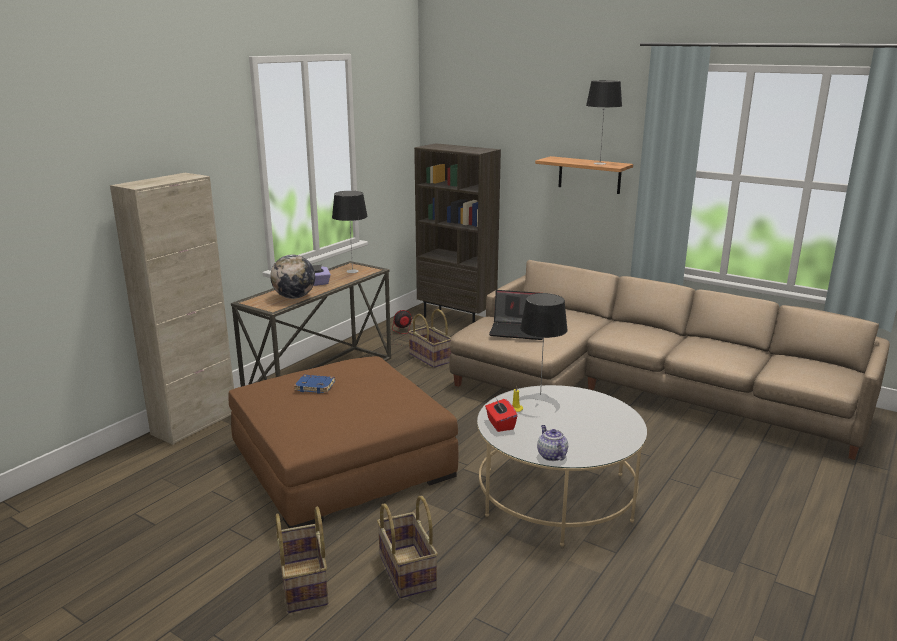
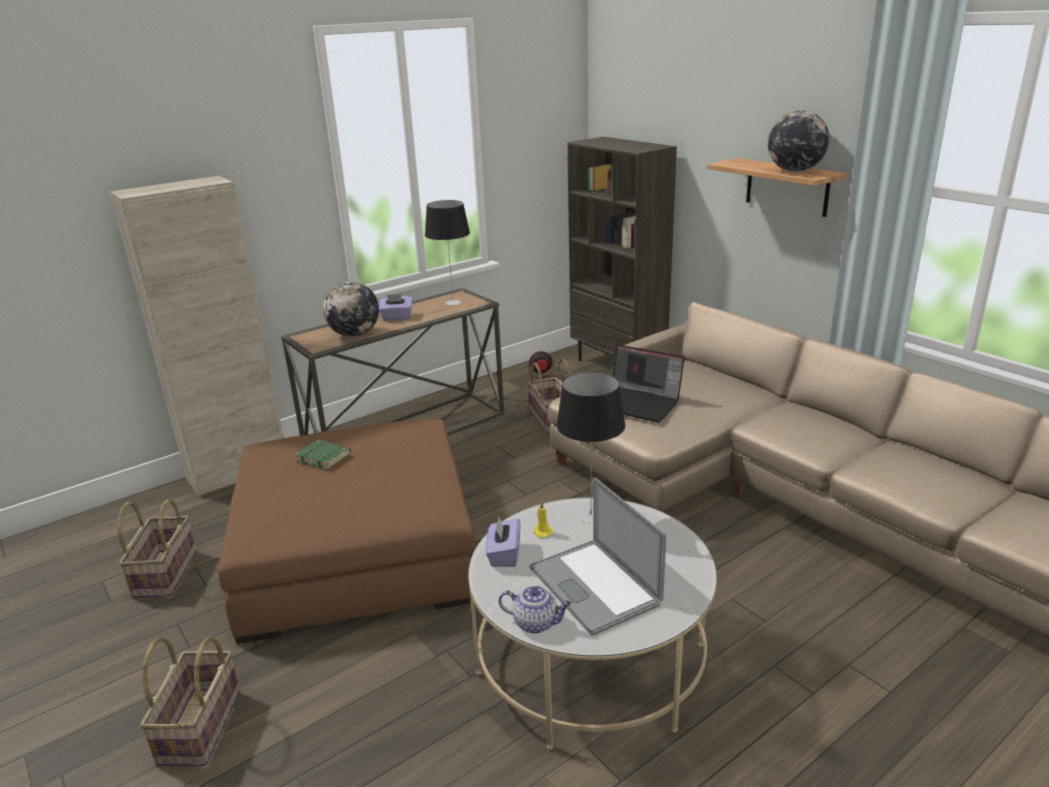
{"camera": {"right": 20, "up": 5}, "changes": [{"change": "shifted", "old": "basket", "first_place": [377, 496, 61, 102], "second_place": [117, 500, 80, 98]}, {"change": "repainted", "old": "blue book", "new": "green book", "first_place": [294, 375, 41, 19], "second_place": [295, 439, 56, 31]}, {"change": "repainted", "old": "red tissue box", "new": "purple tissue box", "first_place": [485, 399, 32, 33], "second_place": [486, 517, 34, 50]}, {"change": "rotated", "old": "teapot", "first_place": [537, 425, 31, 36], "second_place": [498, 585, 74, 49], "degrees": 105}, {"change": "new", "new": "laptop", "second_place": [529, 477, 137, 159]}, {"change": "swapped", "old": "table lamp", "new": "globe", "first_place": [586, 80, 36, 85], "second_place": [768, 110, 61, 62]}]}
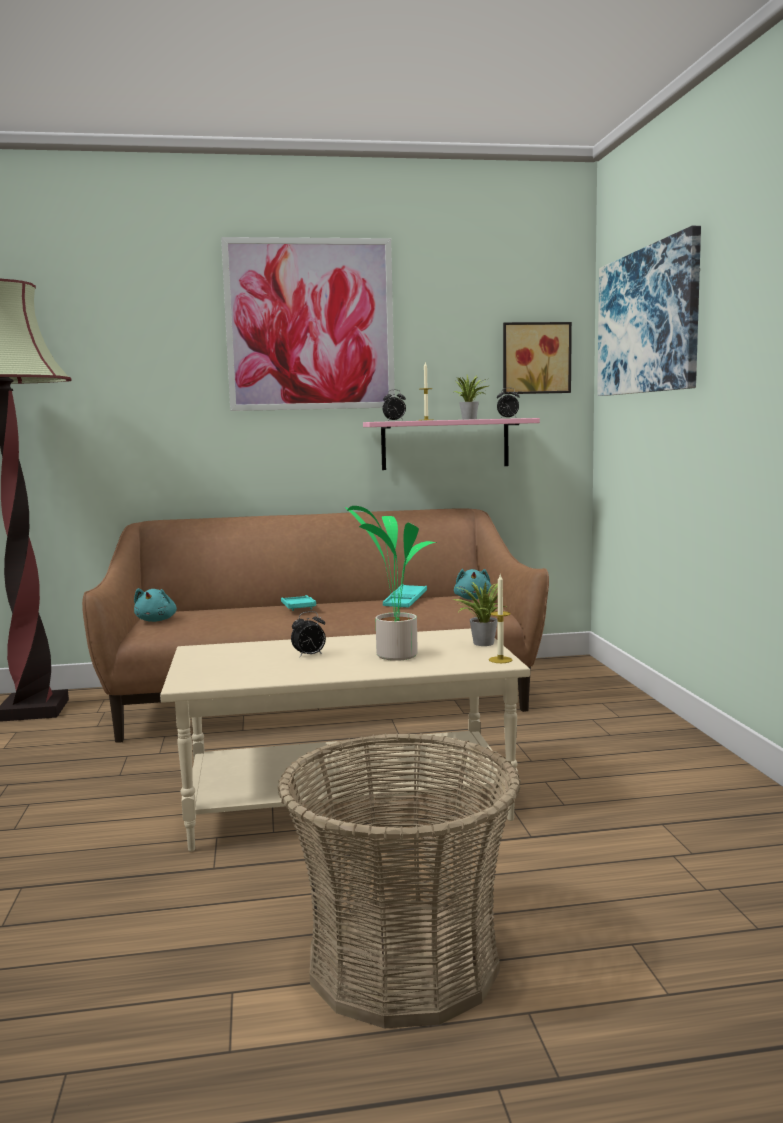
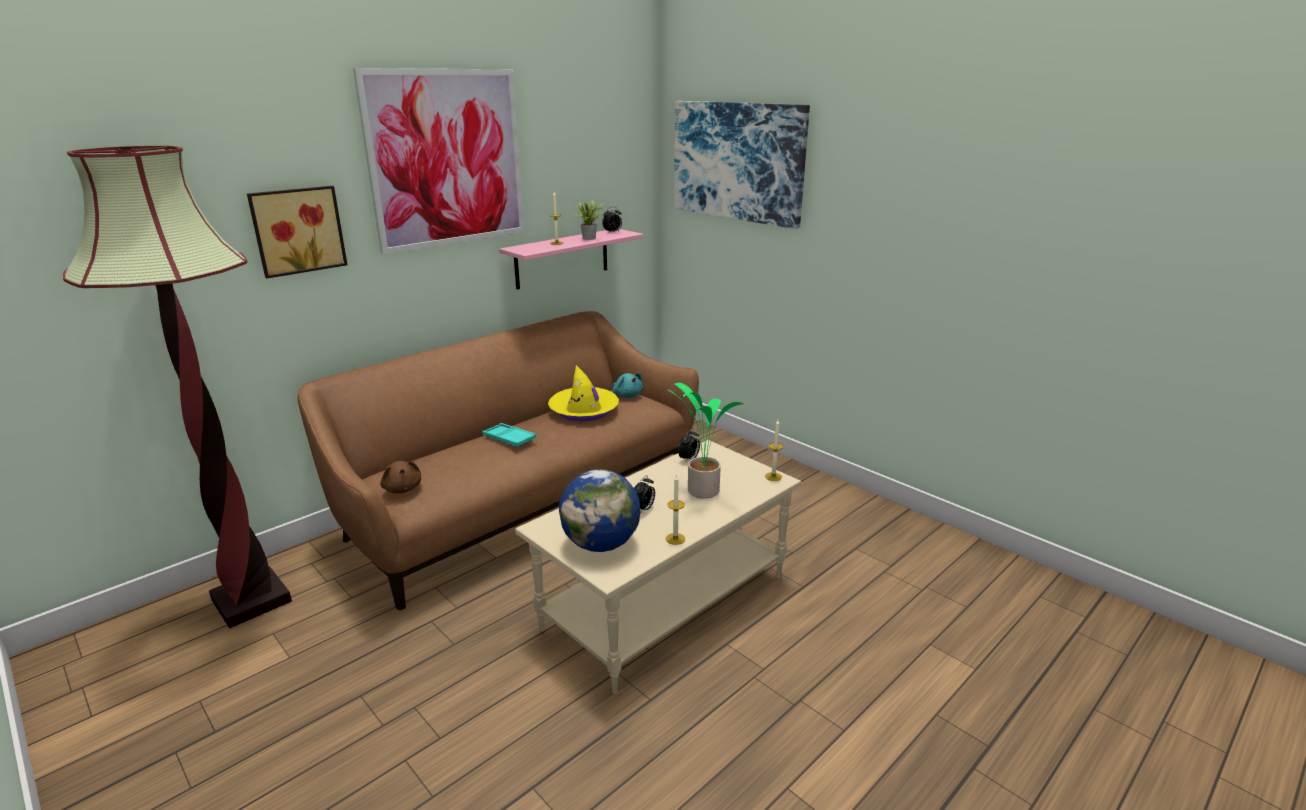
{"camera": {"right": -35, "up": 15}, "changes": [{"change": "shifted", "old": "picture", "first_place": [503, 322, 69, 72], "second_place": [247, 186, 100, 92]}, {"change": "repainted", "old": "turquoise plush toy", "new": "brown plush toy", "first_place": [134, 588, 43, 34], "second_place": [380, 461, 41, 32]}, {"change": "swapped", "old": "turquoise tray", "new": "yellow hat", "first_place": [383, 584, 44, 24], "second_place": [548, 365, 71, 57]}, {"change": "new", "new": "globe", "second_place": [559, 469, 81, 83]}, {"change": "new", "new": "candle", "second_place": [666, 474, 19, 71]}, {"change": "shifted", "old": "alarm clock", "first_place": [383, 390, 23, 31], "second_place": [678, 429, 22, 33]}, {"change": "gone", "old": "basket", "first_place": [278, 733, 243, 296]}, {"change": "gone", "old": "potted plant", "first_place": [453, 582, 53, 64]}]}
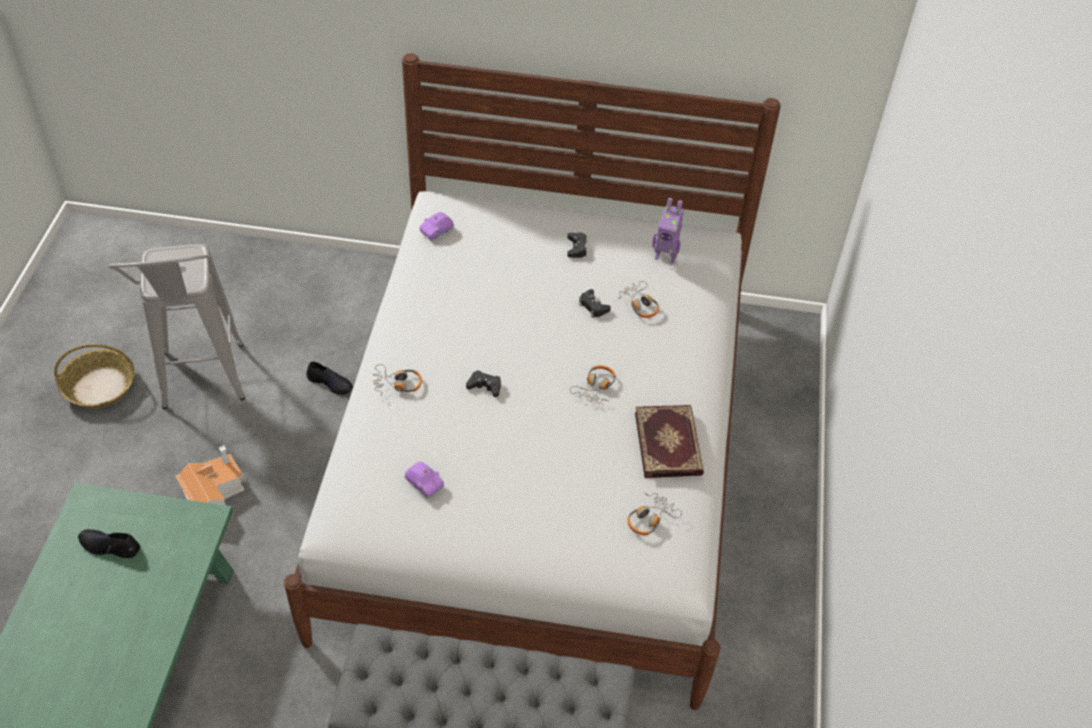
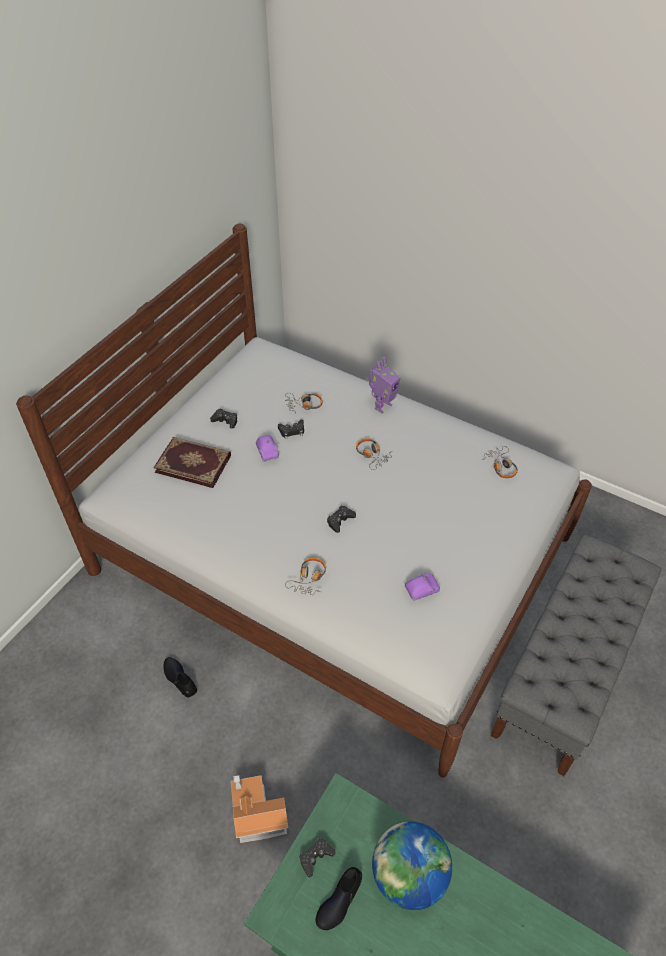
{"camera": {"right": -65, "up": 0}, "changes": [{"change": "shifted", "old": "book", "first_place": [635, 405, 69, 73], "second_place": [154, 437, 77, 51]}, {"change": "rotated", "old": "black shoe", "first_place": [307, 362, 46, 33], "second_place": [163, 657, 34, 40], "degrees": -90}, {"change": "shifted", "old": "purple toy car", "first_place": [419, 212, 35, 29], "second_place": [256, 435, 23, 27]}, {"change": "new", "new": "black game controller", "second_place": [299, 838, 37, 39]}, {"change": "shifted", "old": "toy robot", "first_place": [652, 198, 32, 66], "second_place": [369, 357, 32, 56]}, {"change": "new", "new": "globe", "second_place": [372, 821, 80, 89]}, {"change": "gone", "old": "basket", "first_place": [54, 344, 81, 65]}, {"change": "gone", "old": "grey stool", "first_place": [109, 244, 136, 165]}]}
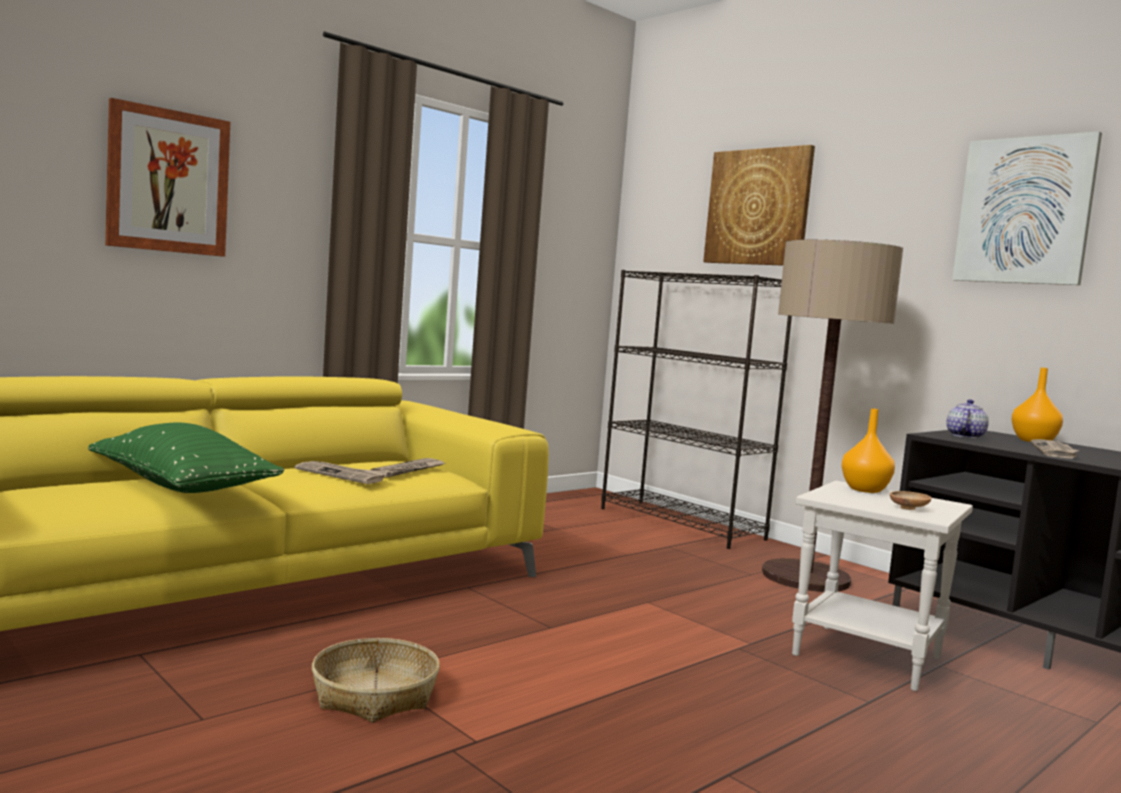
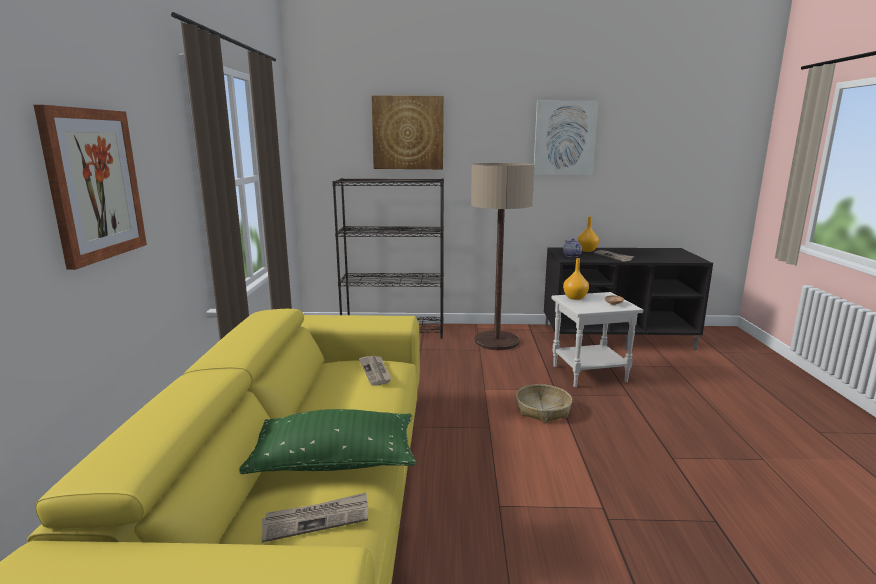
{"camera": {"right": -45, "up": 10}, "changes": [{"change": "shifted", "old": "newspaper", "first_place": [295, 461, 93, 23], "second_place": [262, 492, 106, 50]}, {"change": "shifted", "old": "basket", "first_place": [312, 638, 128, 85], "second_place": [516, 384, 56, 39]}]}
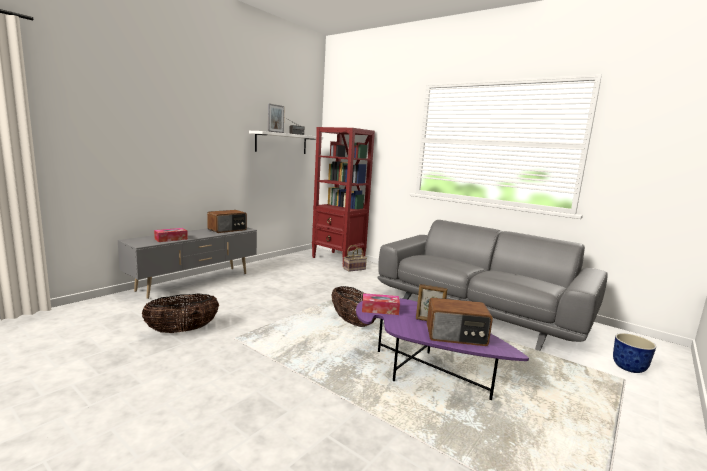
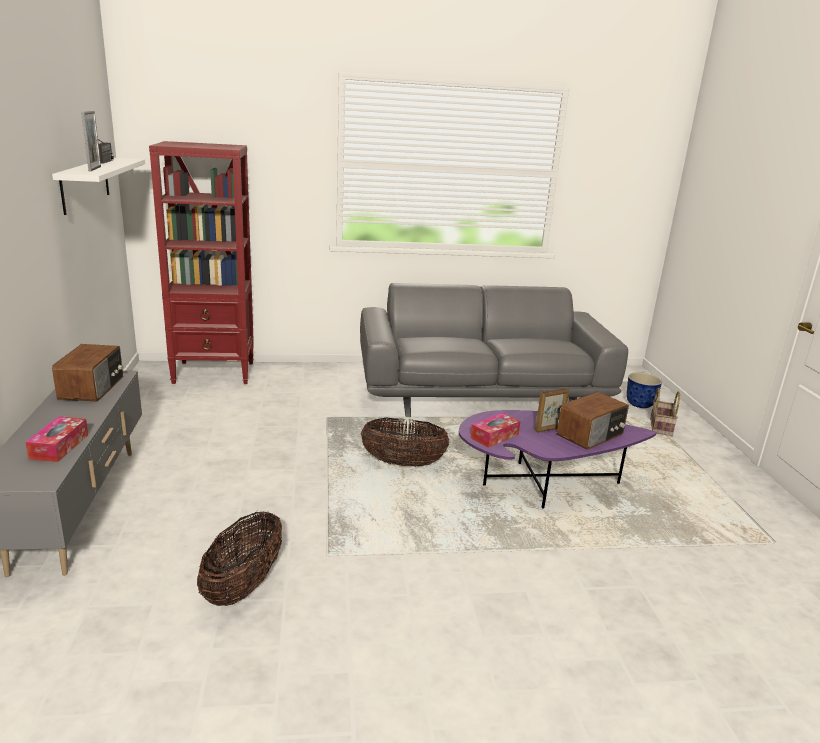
{"camera": {"right": -45, "up": 10}, "changes": [{"change": "shifted", "old": "basket", "first_place": [343, 245, 24, 27], "second_place": [650, 388, 30, 49]}]}
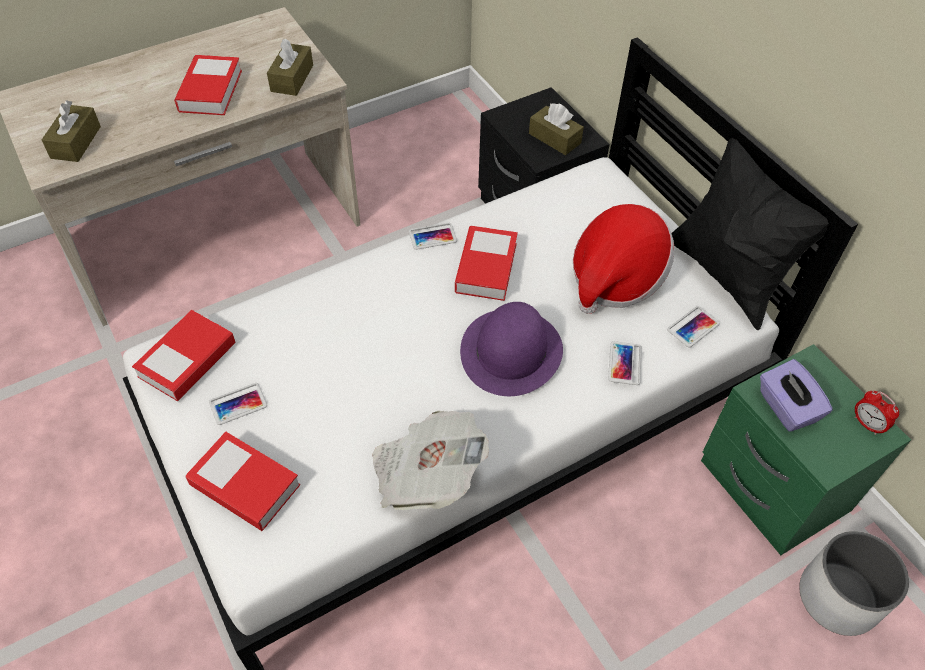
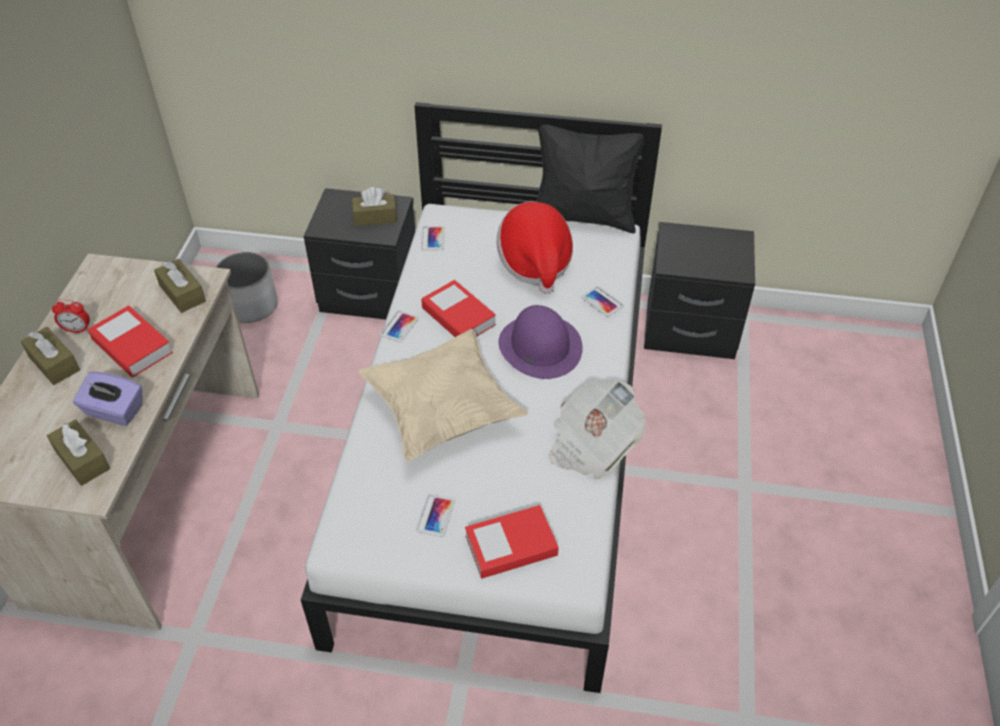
{"camera": {"right": -50, "up": -5}, "changes": [{"change": "new", "new": "brown tissue box", "second_place": [20, 327, 60, 58]}, {"change": "shifted", "old": "alarm clock", "first_place": [854, 391, 45, 44], "second_place": [52, 299, 38, 34]}, {"change": "shifted", "old": "purple tissue box", "first_place": [760, 359, 73, 73], "second_place": [73, 372, 69, 54]}, {"change": "shifted", "old": "white planter", "first_place": [799, 531, 110, 105], "second_place": [216, 252, 62, 71]}, {"change": "new", "new": "beige pillow", "second_place": [358, 329, 170, 133]}, {"change": "shifted", "old": "phone", "first_place": [667, 306, 53, 42], "second_place": [421, 226, 24, 24]}, {"change": "repainted", "old": "green nightstand", "new": "black nightstand", "first_place": [701, 344, 210, 211], "second_place": [644, 222, 111, 137]}, {"change": "gone", "old": "book", "first_place": [132, 310, 104, 91]}]}
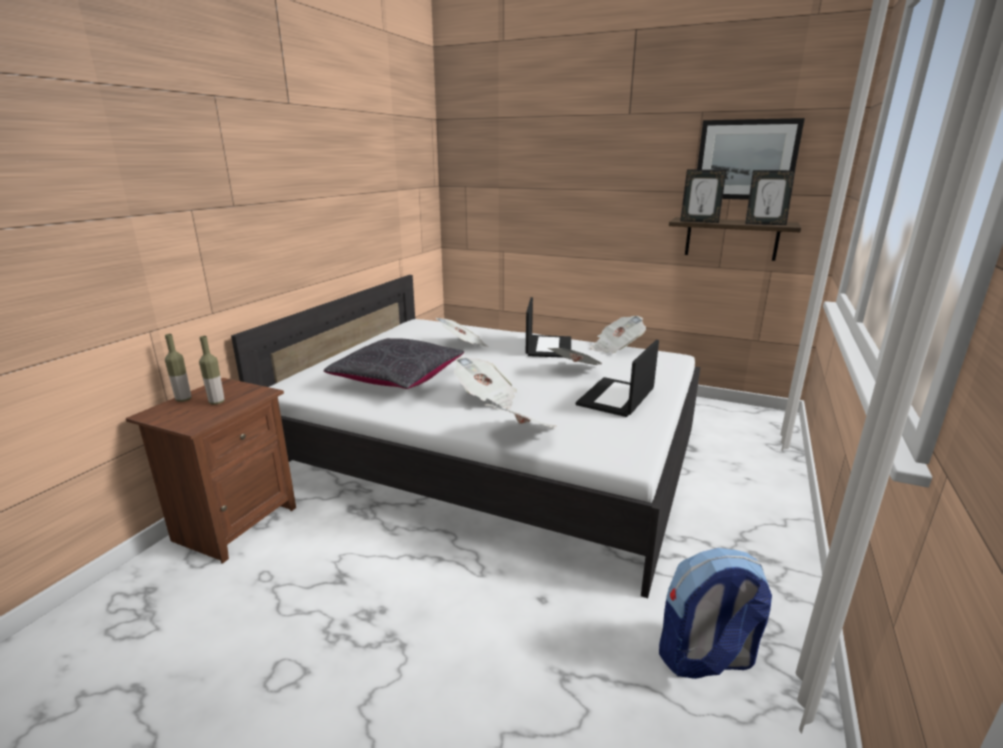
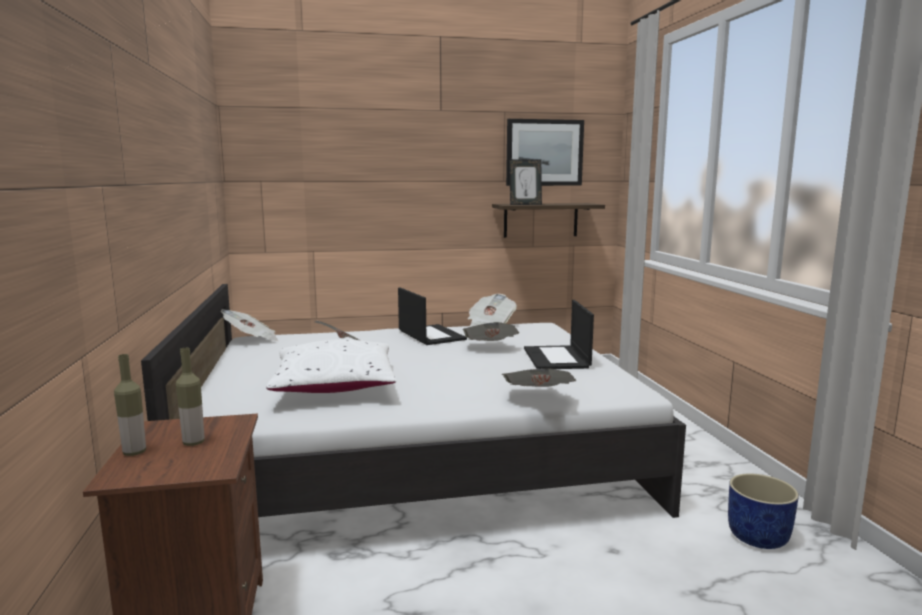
{"camera": {"right": -35, "up": -10}, "changes": [{"change": "shifted", "old": "newspaper", "first_place": [454, 357, 63, 51], "second_place": [221, 309, 57, 32]}, {"change": "repainted", "old": "black pillow", "new": "white pillow", "first_place": [323, 338, 141, 51], "second_place": [266, 339, 130, 54]}, {"change": "swapped", "old": "backpack", "new": "blue planter", "first_place": [659, 548, 113, 131], "second_place": [728, 473, 71, 76]}, {"change": "gone", "old": "picture frame", "first_place": [745, 170, 50, 55]}]}
